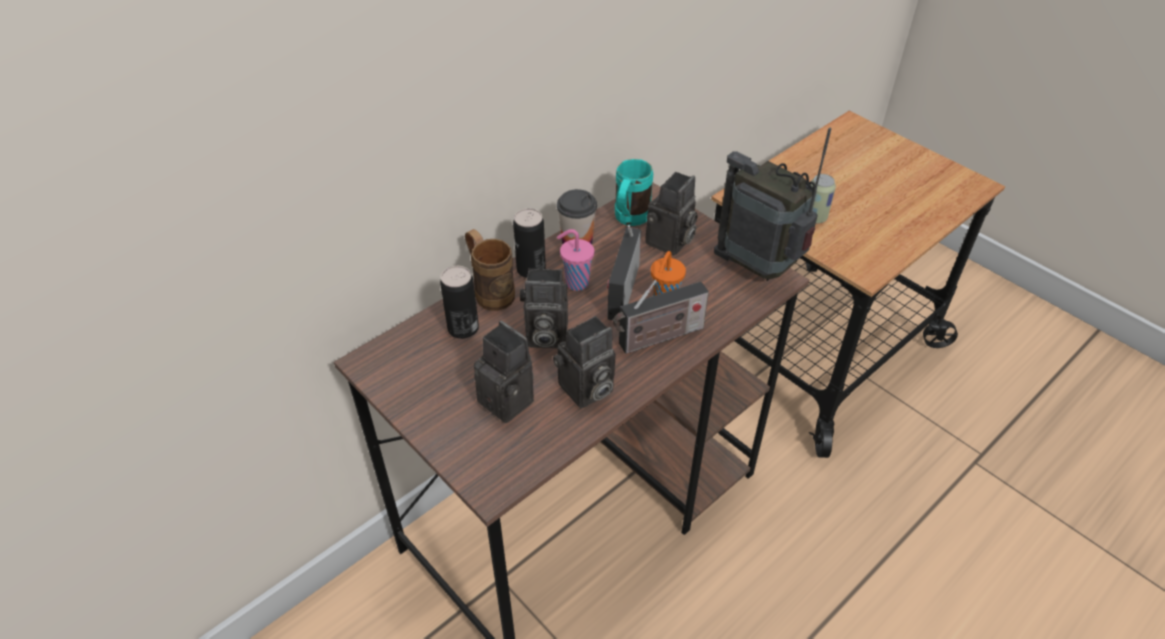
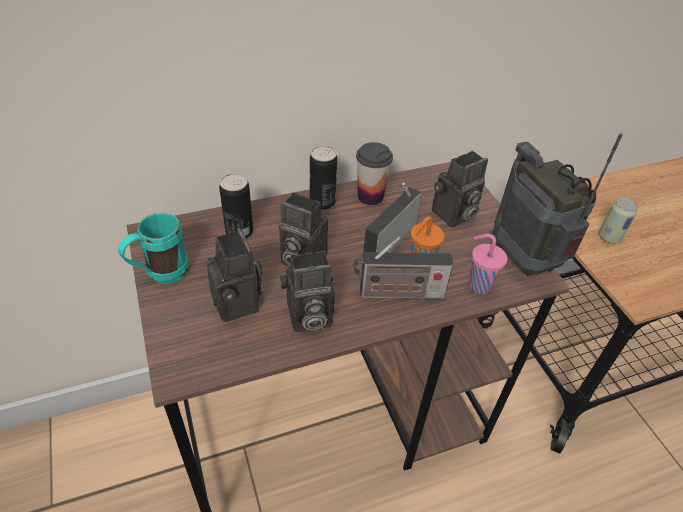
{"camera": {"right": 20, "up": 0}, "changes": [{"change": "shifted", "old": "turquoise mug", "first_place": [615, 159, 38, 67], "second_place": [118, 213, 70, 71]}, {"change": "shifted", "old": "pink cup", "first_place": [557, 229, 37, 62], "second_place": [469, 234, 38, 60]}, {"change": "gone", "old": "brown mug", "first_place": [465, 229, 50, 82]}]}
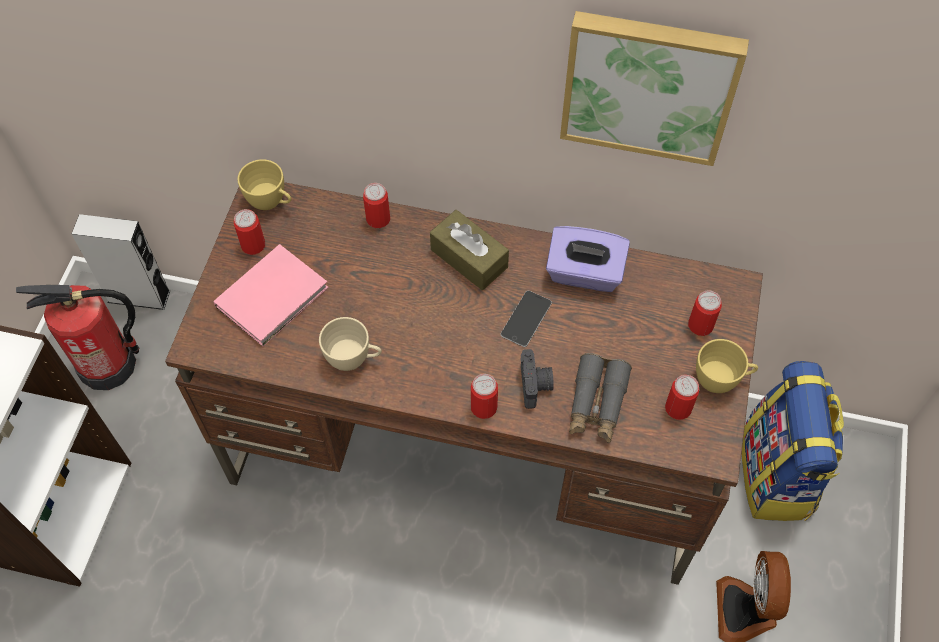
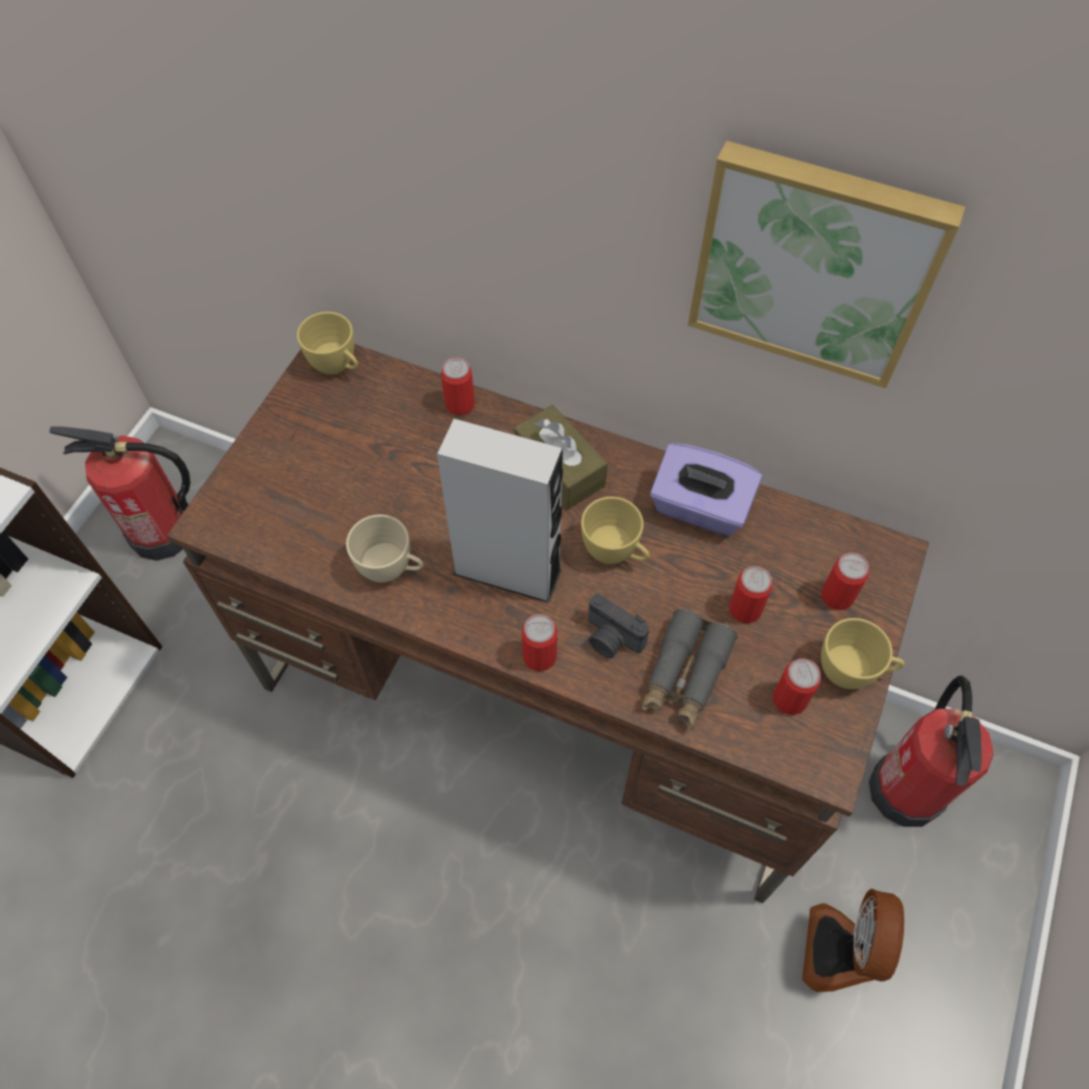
{"camera": {"right": 10, "up": 0}, "changes": [{"change": "shifted", "old": "grey speaker", "first_place": [72, 214, 99, 96], "second_place": [437, 418, 126, 185]}, {"change": "swapped", "old": "phone", "new": "yellow cup", "first_place": [501, 291, 51, 56], "second_place": [581, 496, 69, 68]}, {"change": "rotated", "old": "photo camera", "first_place": [521, 349, 33, 60], "second_place": [588, 594, 61, 64], "degrees": 120}, {"change": "shifted", "old": "can", "first_place": [234, 209, 31, 46], "second_place": [729, 566, 44, 57]}, {"change": "swapped", "old": "backpack", "new": "fire extinguisher", "first_place": [742, 361, 102, 160], "second_place": [869, 676, 125, 151]}, {"change": "gone", "old": "pink book", "first_place": [213, 244, 115, 102]}]}
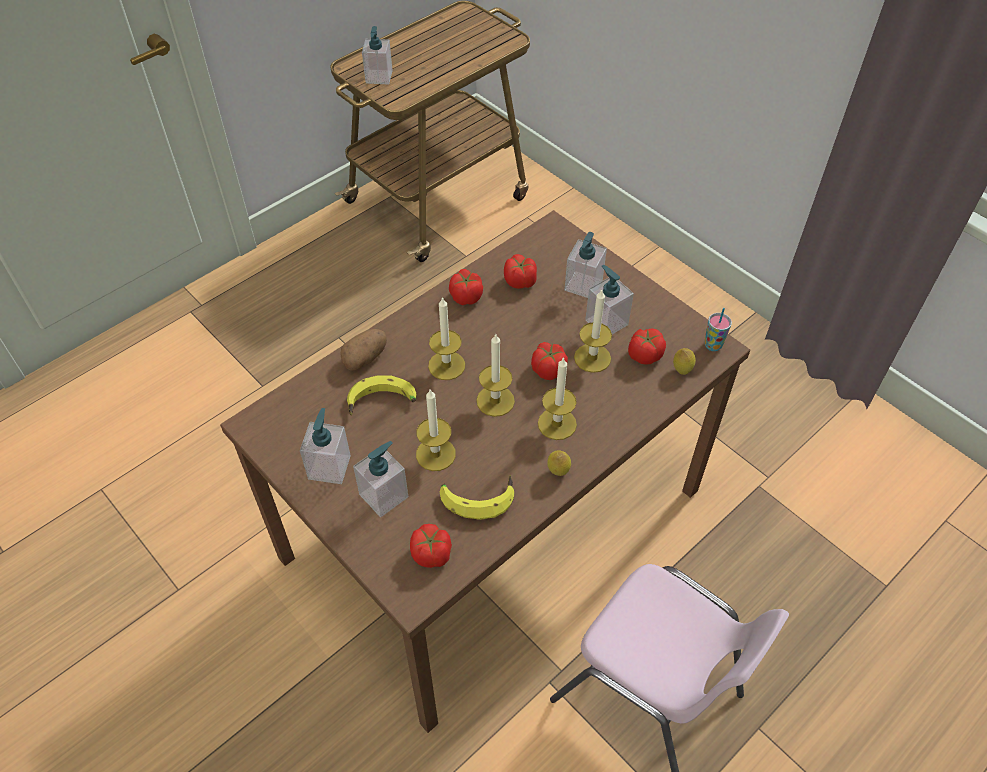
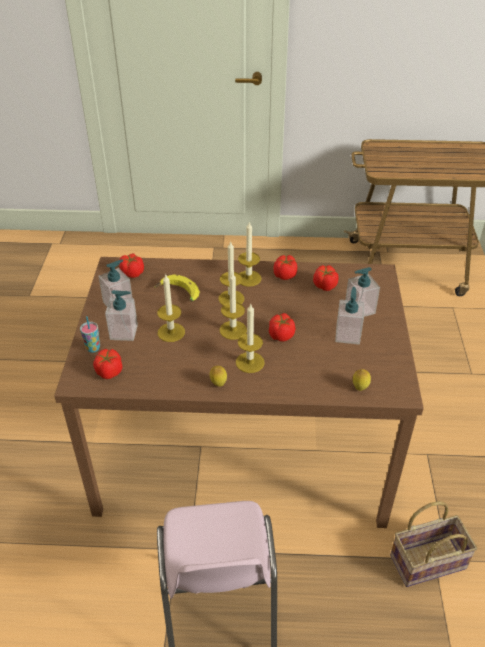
{"camera": {"right": 45, "up": -10}, "changes": [{"change": "shifted", "old": "cup", "first_place": [704, 308, 28, 43], "second_place": [80, 316, 20, 37]}, {"change": "shifted", "old": "tomato", "first_place": [628, 328, 38, 37], "second_place": [120, 254, 24, 24]}, {"change": "shifted", "old": "candle", "first_place": [574, 289, 38, 84], "second_place": [238, 221, 24, 66]}, {"change": "new", "new": "basket", "second_place": [390, 501, 87, 86]}, {"change": "gone", "old": "potato", "first_place": [340, 329, 47, 42]}, {"change": "gone", "old": "soap dispenser", "first_place": [362, 26, 31, 59]}, {"change": "gone", "old": "banana", "first_place": [440, 475, 74, 45]}]}
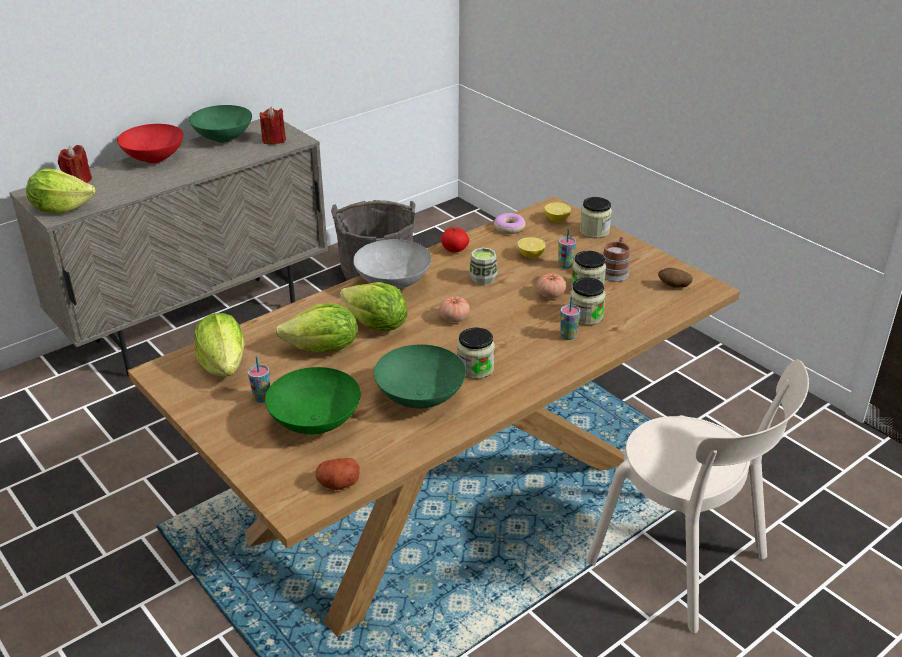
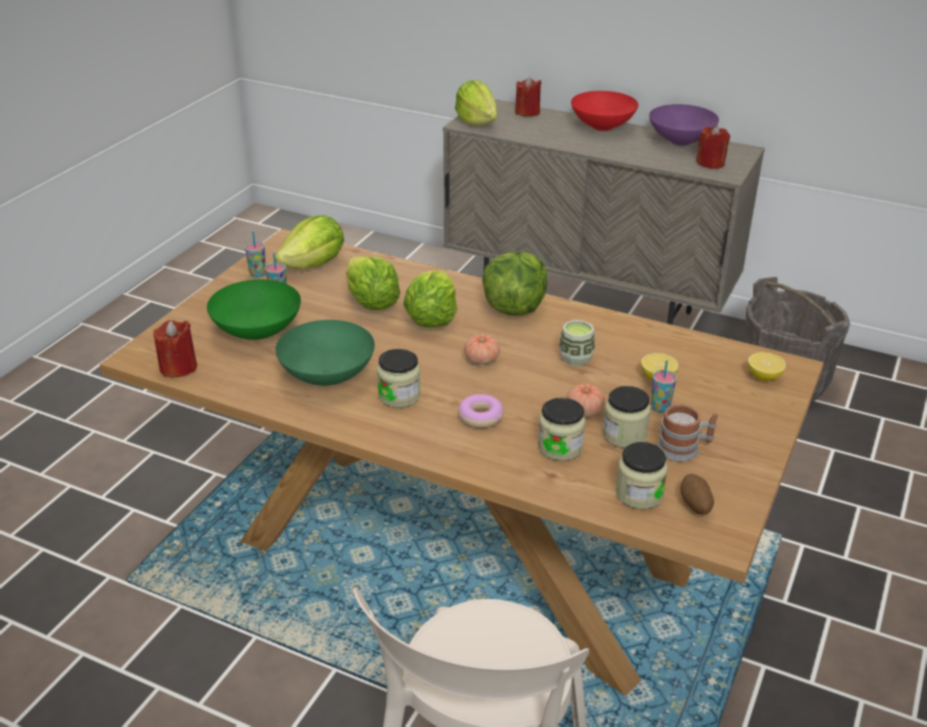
{"camera": {"right": 65, "up": 0}, "changes": [{"change": "swapped", "old": "potato", "new": "red candle", "first_place": [316, 458, 44, 32], "second_place": [153, 320, 44, 58]}, {"change": "shifted", "old": "cup", "first_place": [560, 296, 20, 44], "second_place": [245, 231, 21, 47]}, {"change": "shifted", "old": "donut", "first_place": [494, 213, 32, 21], "second_place": [458, 394, 46, 34]}, {"change": "swapped", "old": "grey bowl", "new": "lettuce", "first_place": [353, 239, 78, 50], "second_place": [482, 251, 66, 65]}, {"change": "shifted", "old": "jar", "first_place": [580, 197, 32, 41], "second_place": [616, 442, 52, 67]}, {"change": "repainted", "old": "green bowl", "new": "purple bowl", "first_place": [189, 105, 63, 38], "second_place": [649, 104, 70, 42]}, {"change": "gone", "old": "tomato", "first_place": [441, 227, 28, 26]}]}
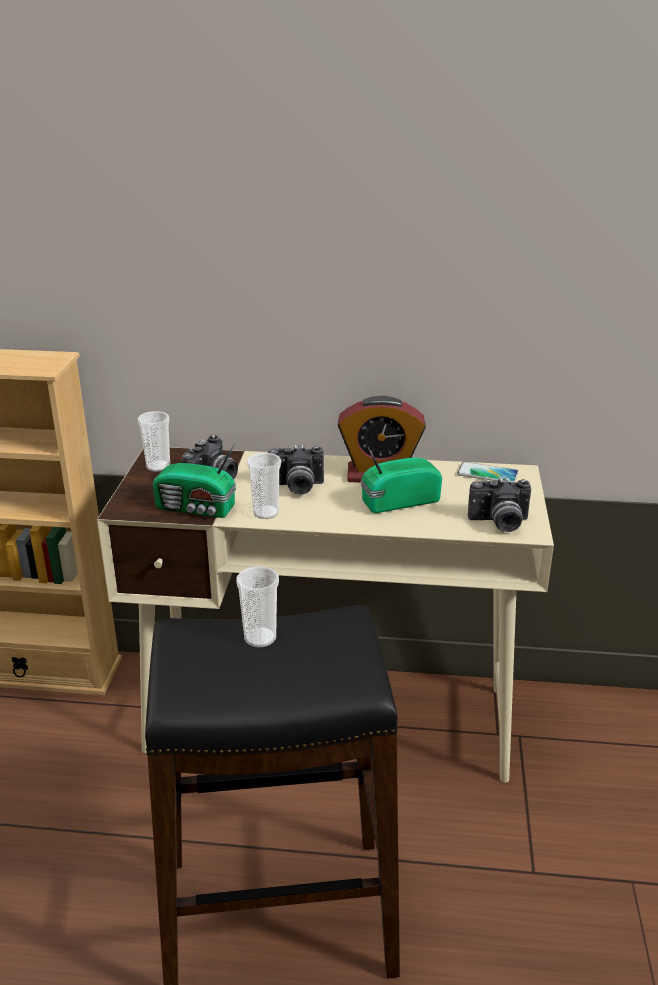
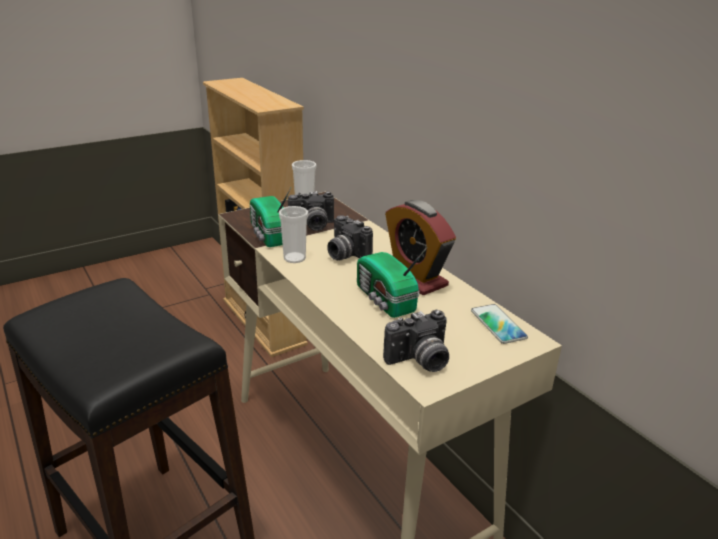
{"camera": {"right": 50, "up": 0}, "changes": [{"change": "rotated", "old": "radio", "first_place": [361, 447, 81, 66], "second_place": [357, 248, 70, 70], "degrees": -150}, {"change": "rotated", "old": "photo camera", "first_place": [468, 478, 63, 54], "second_place": [383, 310, 66, 62], "degrees": -75}, {"change": "gone", "old": "cup", "first_place": [236, 566, 43, 82]}]}
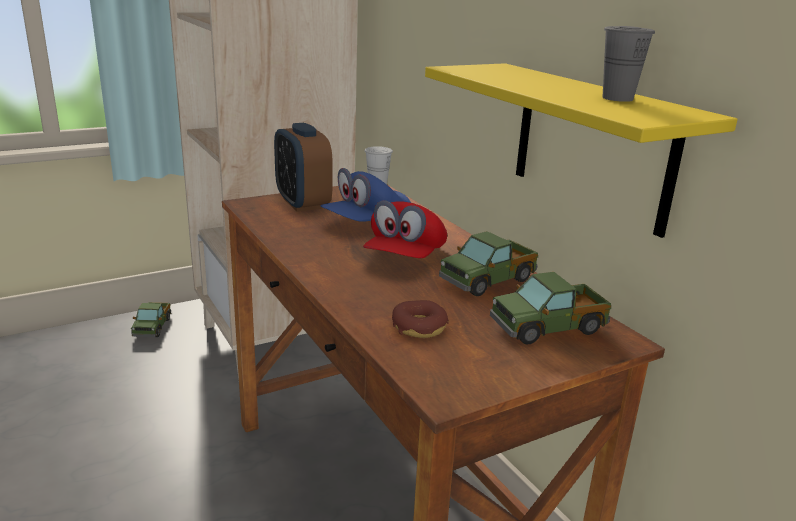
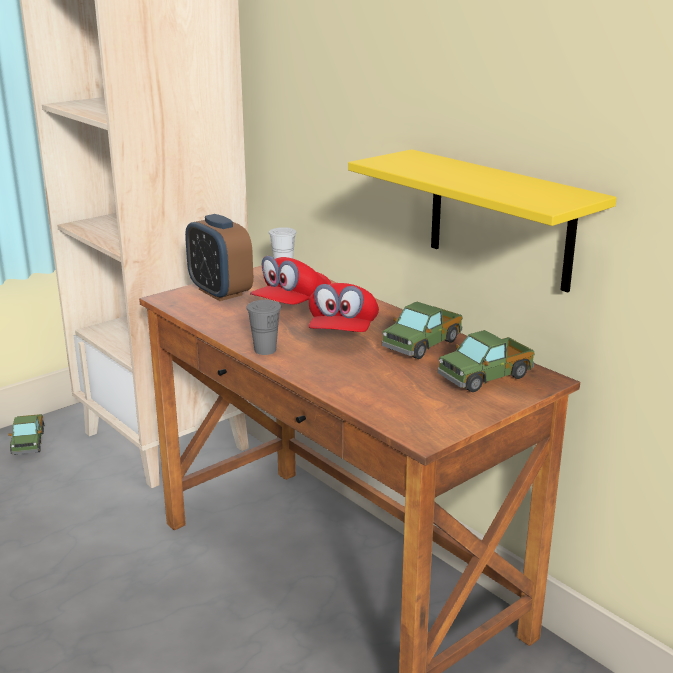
{"camera": {"right": -10, "up": 0}, "changes": [{"change": "shifted", "old": "grey cup", "first_place": [603, 26, 52, 76], "second_place": [246, 300, 35, 55]}, {"change": "repainted", "old": "blue cap", "new": "red cap", "first_place": [321, 168, 90, 54], "second_place": [250, 256, 81, 49]}, {"change": "gone", "old": "donut", "first_place": [392, 300, 57, 38]}]}
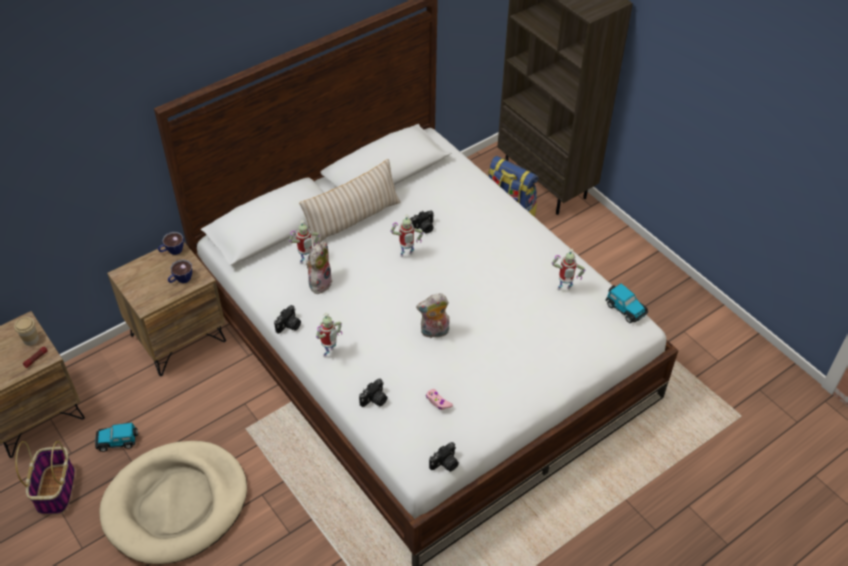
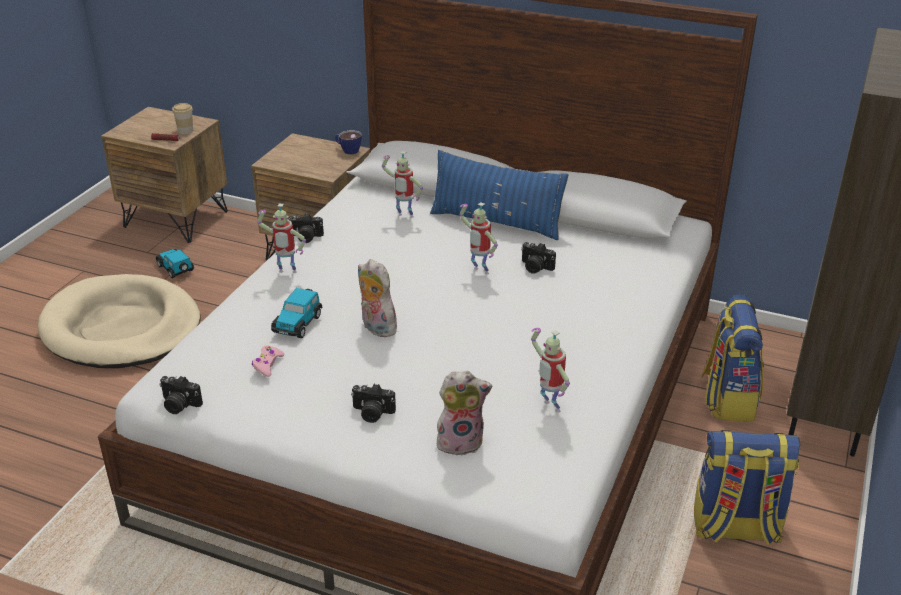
{"camera": {"right": 60, "up": -15}, "changes": [{"change": "shifted", "old": "toy car", "first_place": [605, 283, 43, 40], "second_place": [271, 288, 52, 50]}, {"change": "shifted", "old": "photo camera", "first_place": [359, 379, 28, 28], "second_place": [351, 384, 45, 39]}, {"change": "repainted", "old": "beige pillow", "new": "blue pillow", "first_place": [299, 159, 101, 88], "second_place": [430, 150, 139, 90]}, {"change": "shifted", "old": "plush toy", "first_place": [306, 242, 26, 52], "second_place": [437, 371, 55, 85]}, {"change": "new", "new": "backpack", "second_place": [694, 430, 106, 116]}, {"change": "gone", "old": "basket", "first_place": [15, 441, 60, 74]}, {"change": "gone", "old": "cup", "first_place": [168, 260, 24, 23]}]}
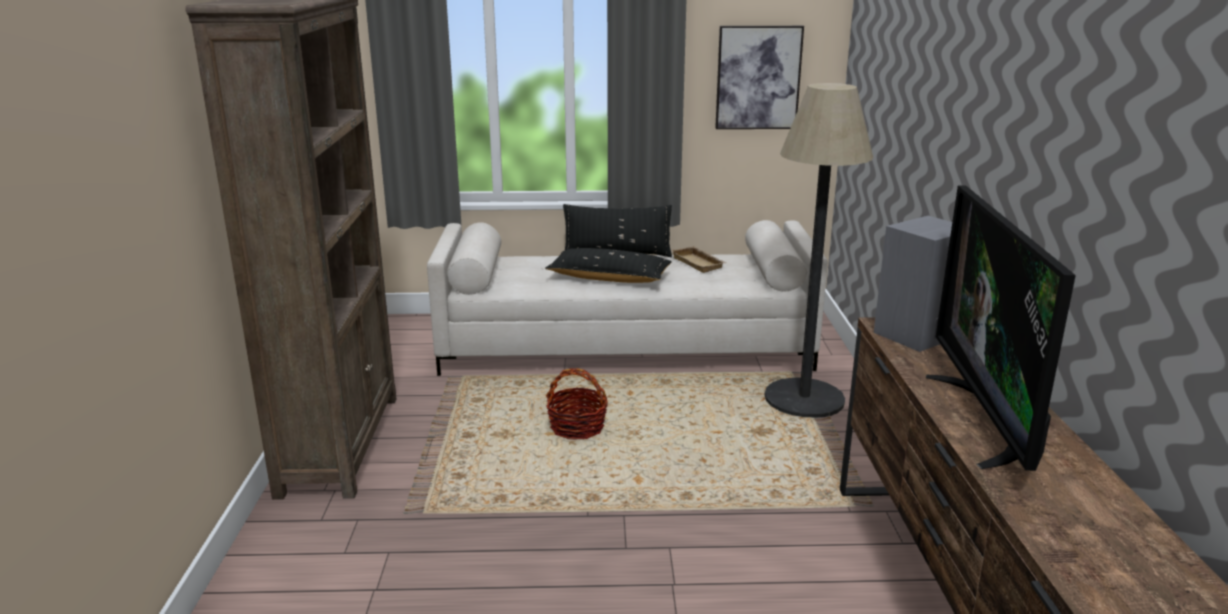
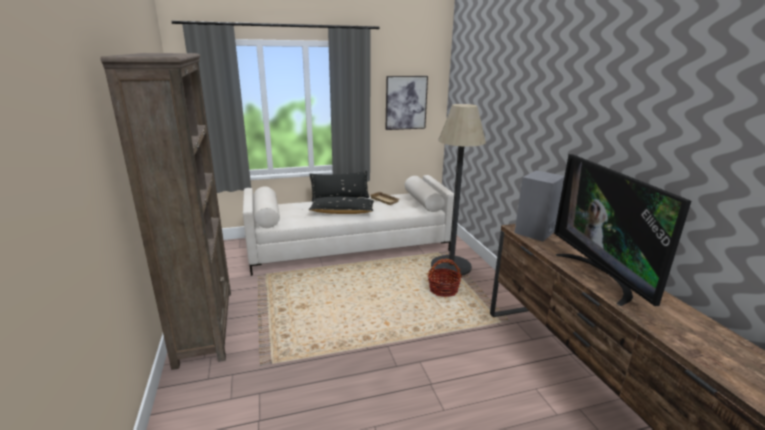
{"camera": {"right": -15, "up": 0}, "changes": [{"change": "shifted", "old": "basket", "first_place": [546, 368, 62, 72], "second_place": [427, 259, 35, 38]}]}
